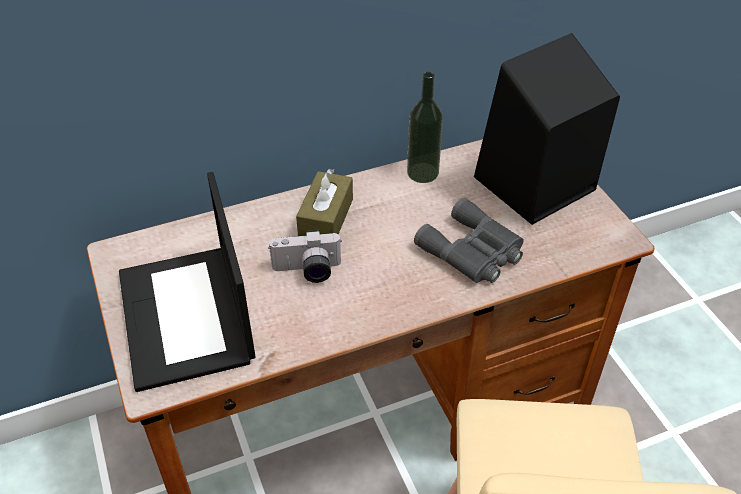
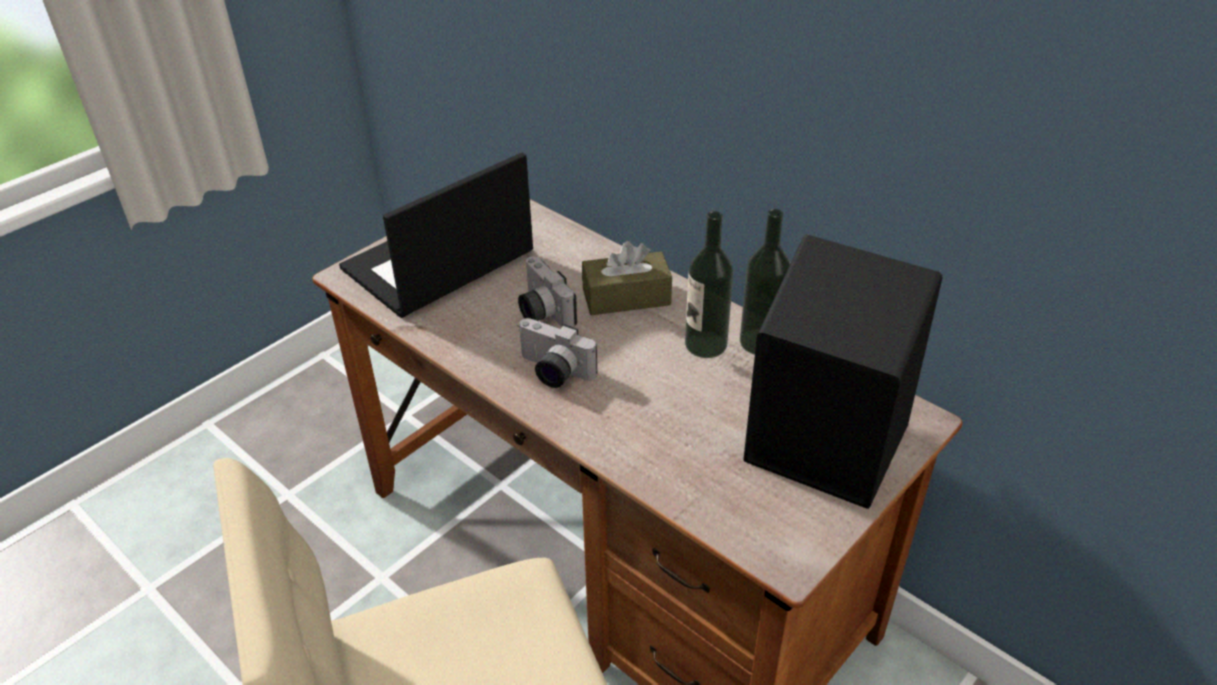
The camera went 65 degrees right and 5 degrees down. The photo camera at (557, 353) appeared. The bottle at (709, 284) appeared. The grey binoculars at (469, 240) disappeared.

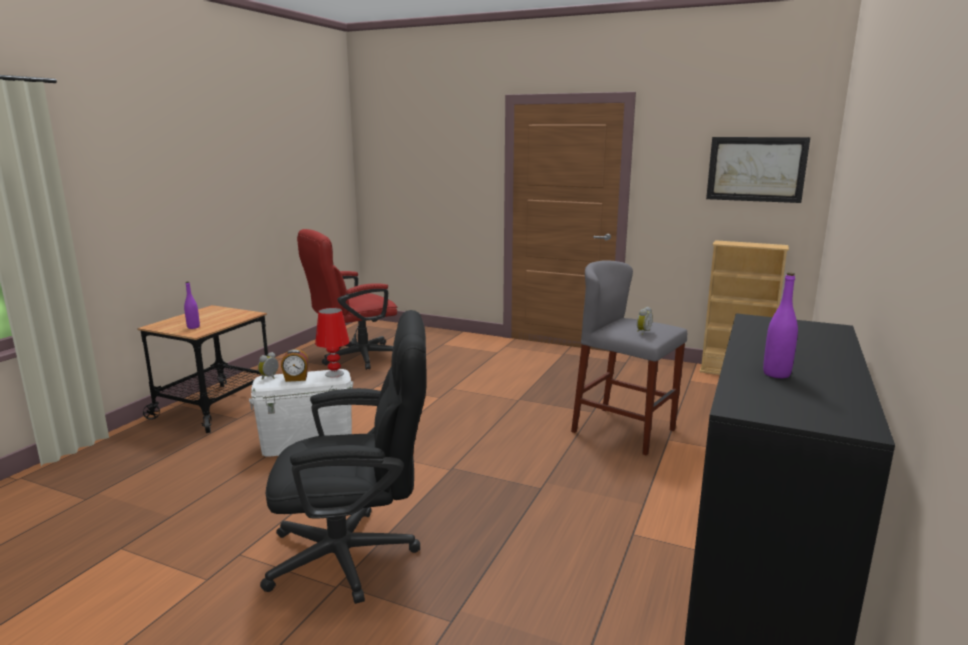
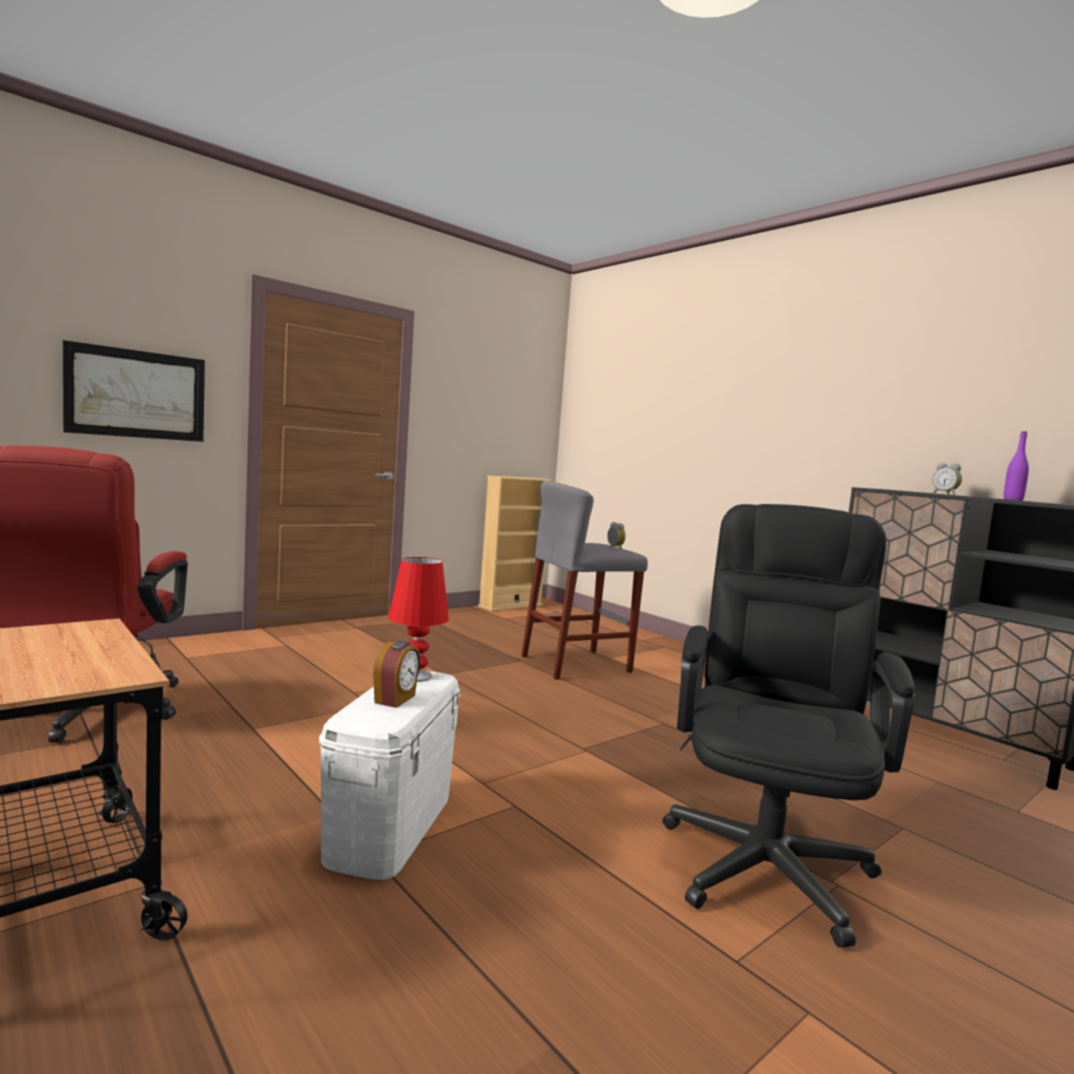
The camera went 65 degrees left and 10 degrees down. The picture moved from (758, 170) to (134, 391). The alarm clock moved from (268, 366) to (947, 479). The purple bottle at (192, 305) disappeared.

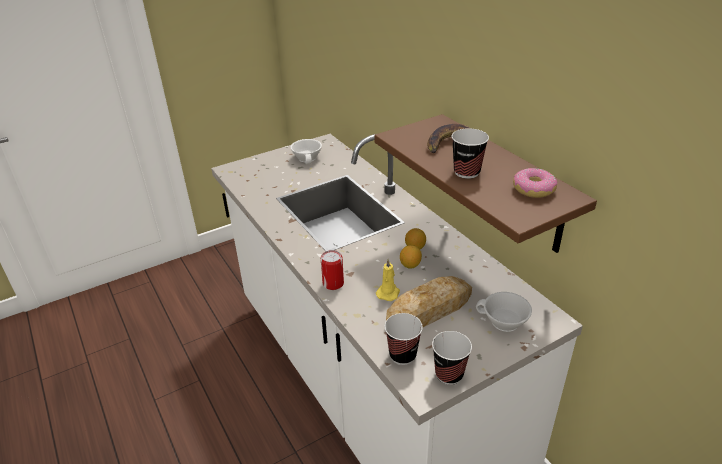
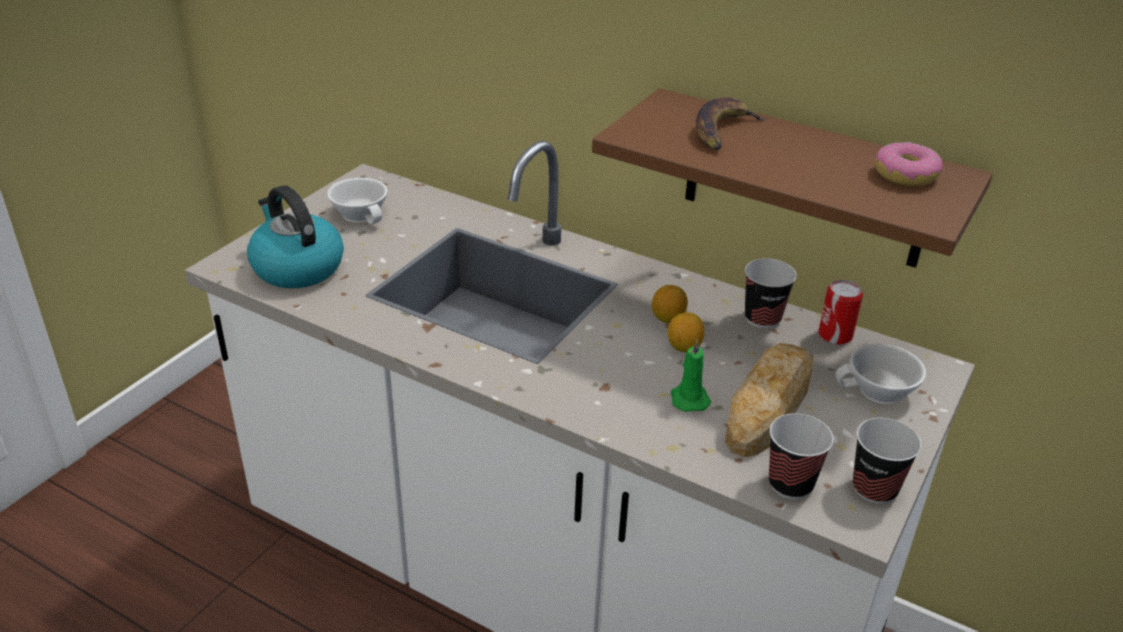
The camera went 30 degrees left and 0 degrees up. The kettle at (295, 236) appeared. The yellow candle at (388, 279) became the green candle at (691, 375). The cup moved from (470, 153) to (771, 293). The can moved from (332, 270) to (840, 312).

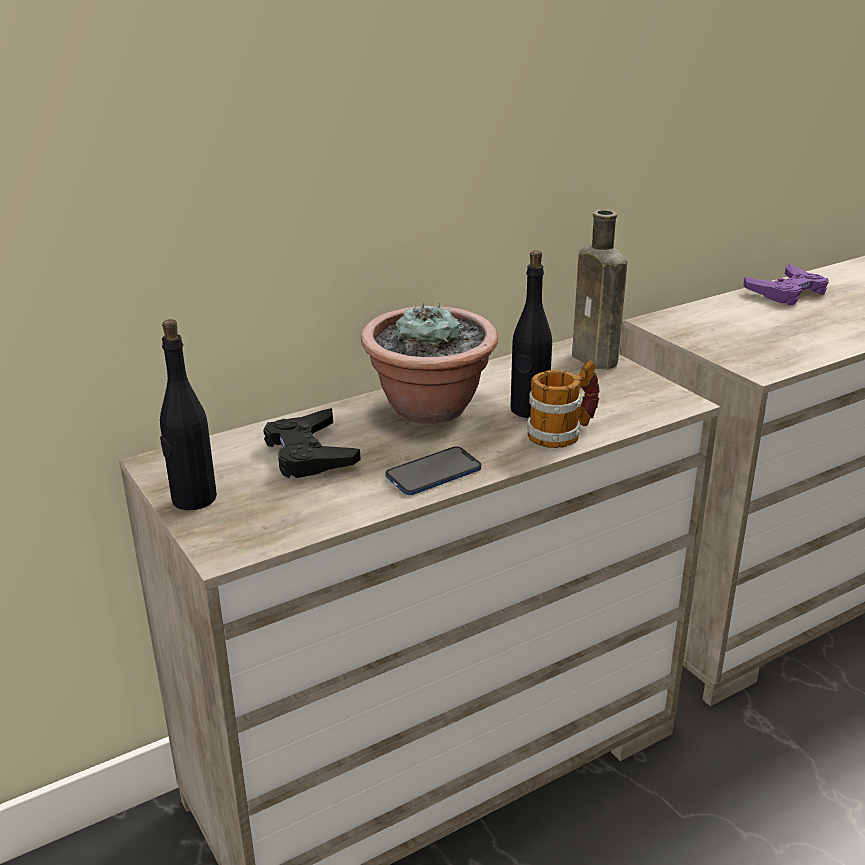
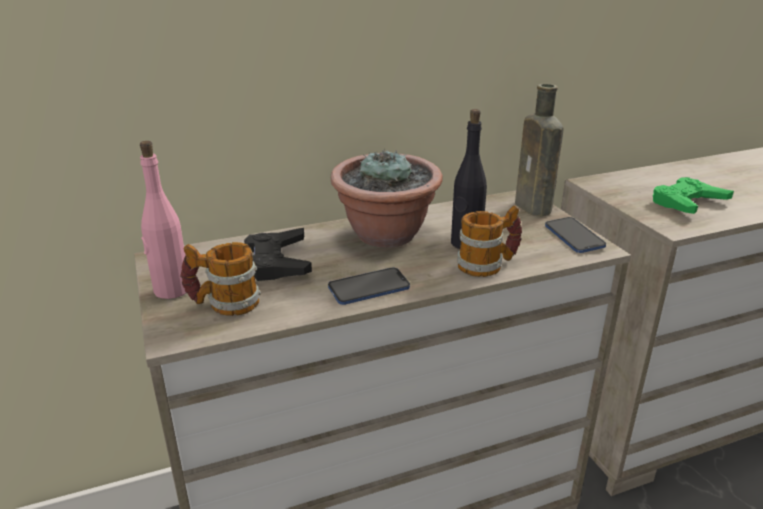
The camera went 10 degrees right and 0 degrees up. The black bottle at (188, 414) became the pink bottle at (163, 220). The mug at (220, 279) appeared. The phone at (575, 235) appeared. The green game controller at (693, 195) appeared. The purple game controller at (786, 284) disappeared.

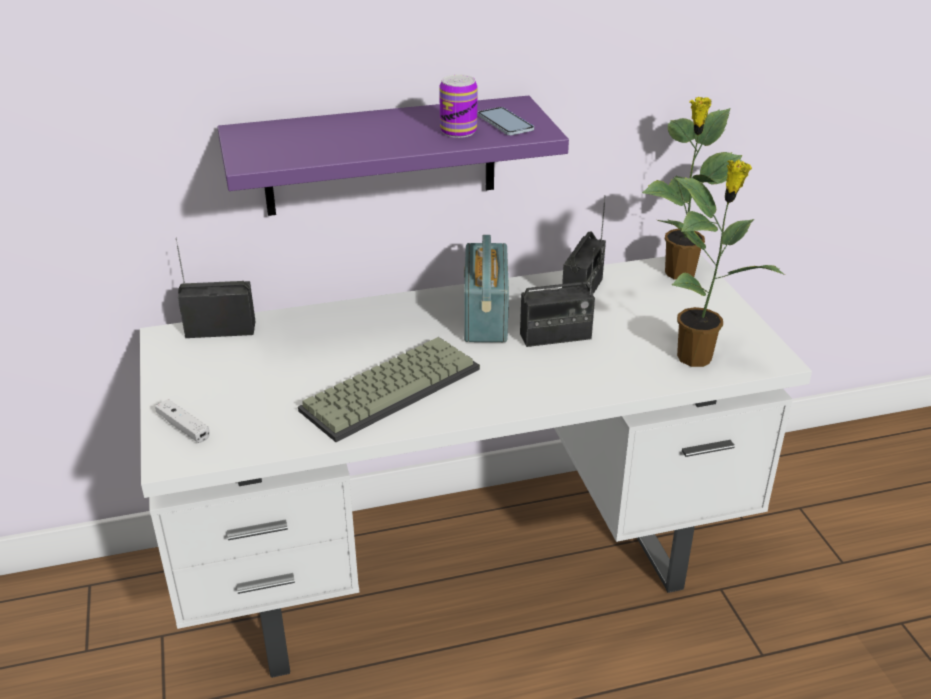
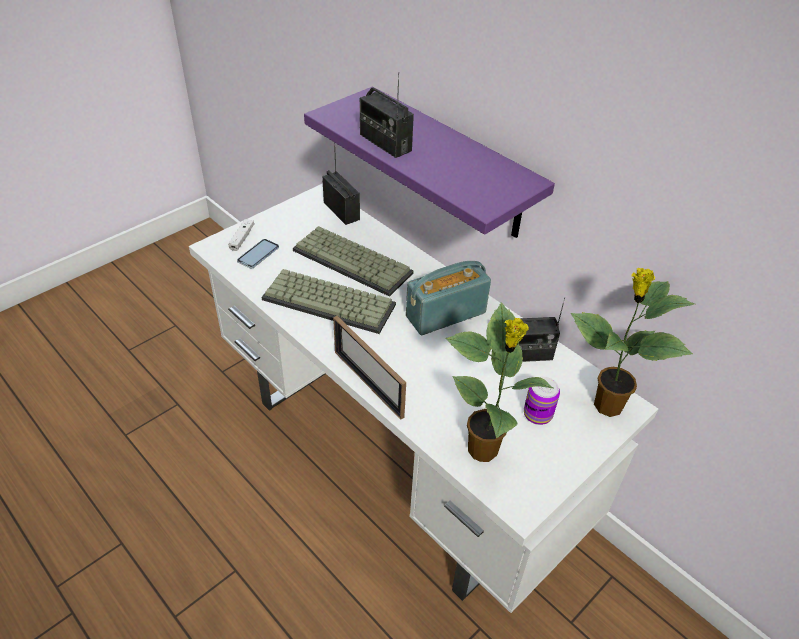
The camera went 60 degrees right and 10 degrees up. The phone moved from (505, 121) to (258, 254). The keyboard at (353, 261) appeared. The picture frame at (369, 367) appeared. The radio moved from (557, 297) to (387, 115). The can moved from (458, 106) to (542, 401).

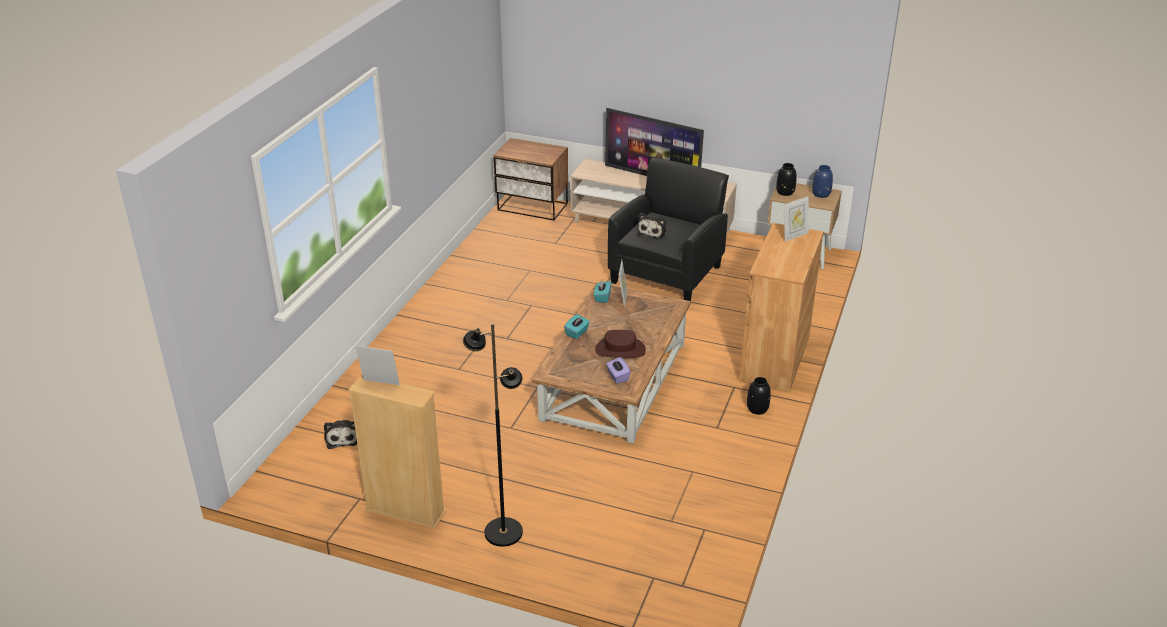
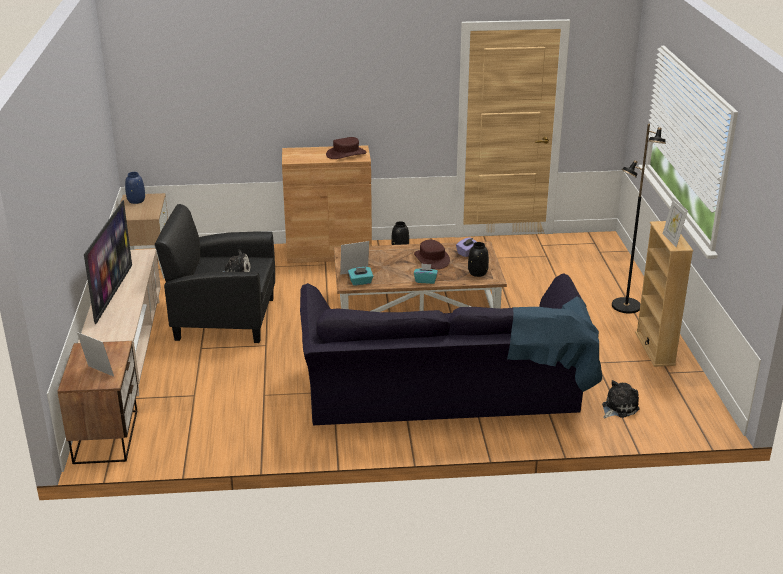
The camera went 115 degrees left and 5 degrees down. The picture frame moved from (796, 218) to (95, 354). The black sofa at (451, 349) appeared. The brown hat at (346, 148) appeared. The black vase moved from (786, 179) to (478, 259).

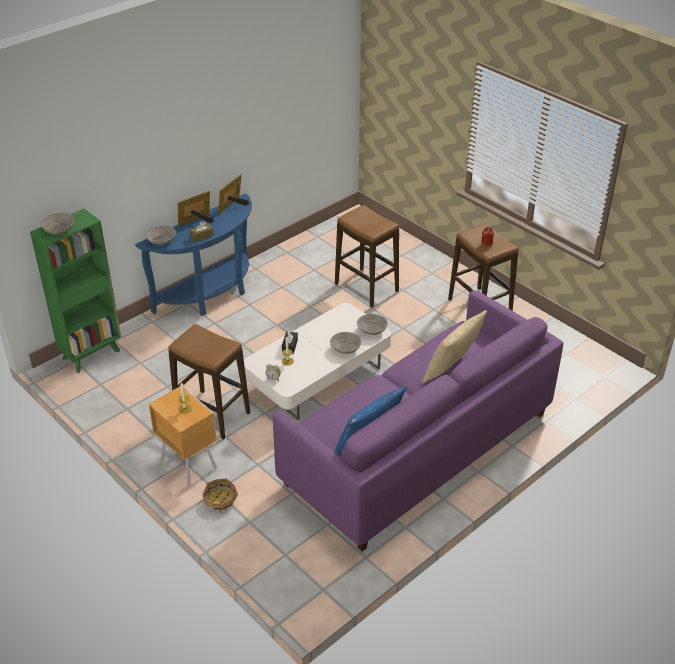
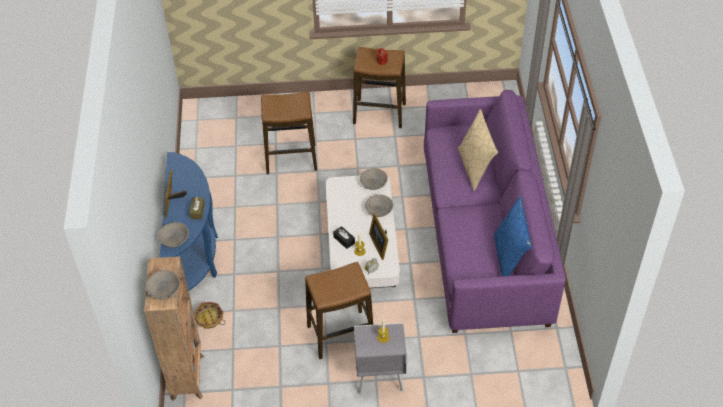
The camera went 50 degrees left and 10 degrees up. The green bookcase at (75, 291) became the brown bookcase at (174, 328). The basket moved from (220, 496) to (210, 315). The brown nightstand at (183, 436) became the grey nightstand at (380, 358). The picture frame moved from (233, 194) to (379, 236).

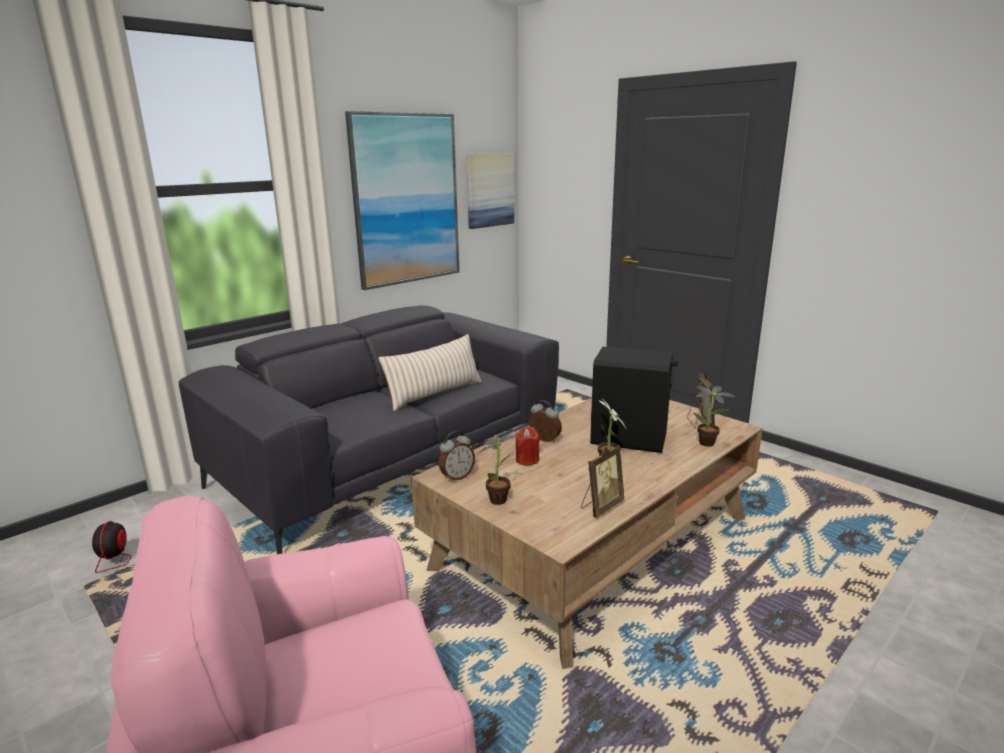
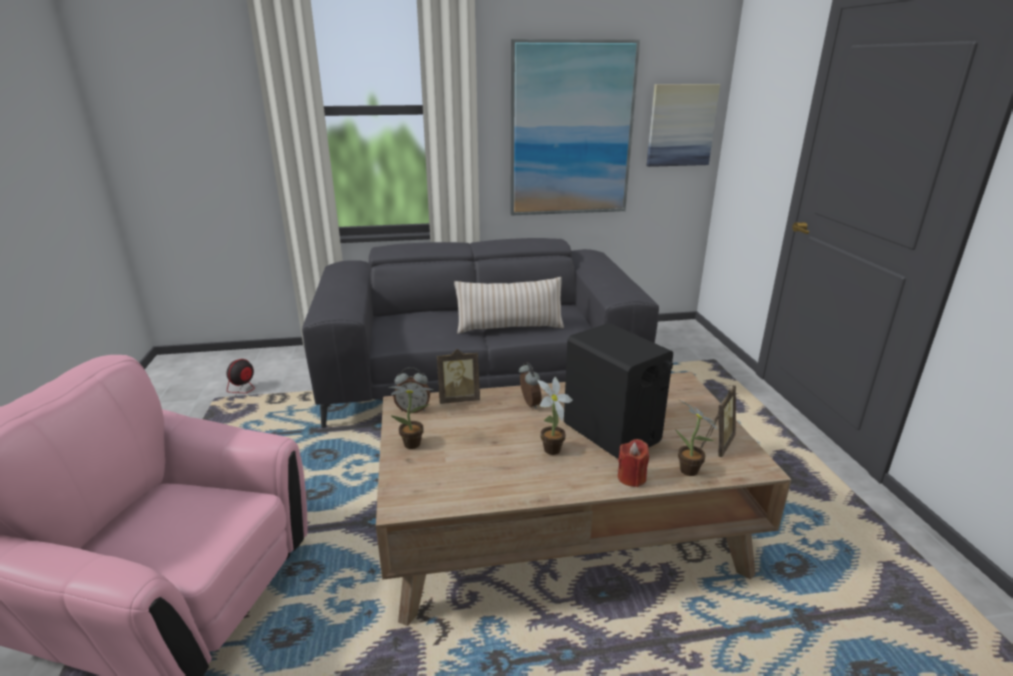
The camera went 35 degrees right and 5 degrees up. The picture frame moved from (602, 481) to (458, 376). The red candle moved from (527, 446) to (633, 463).

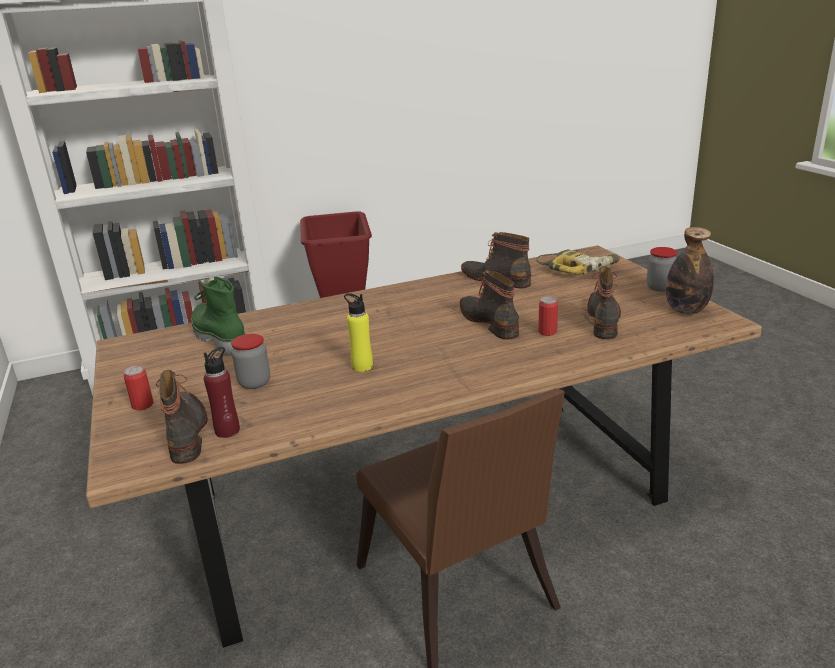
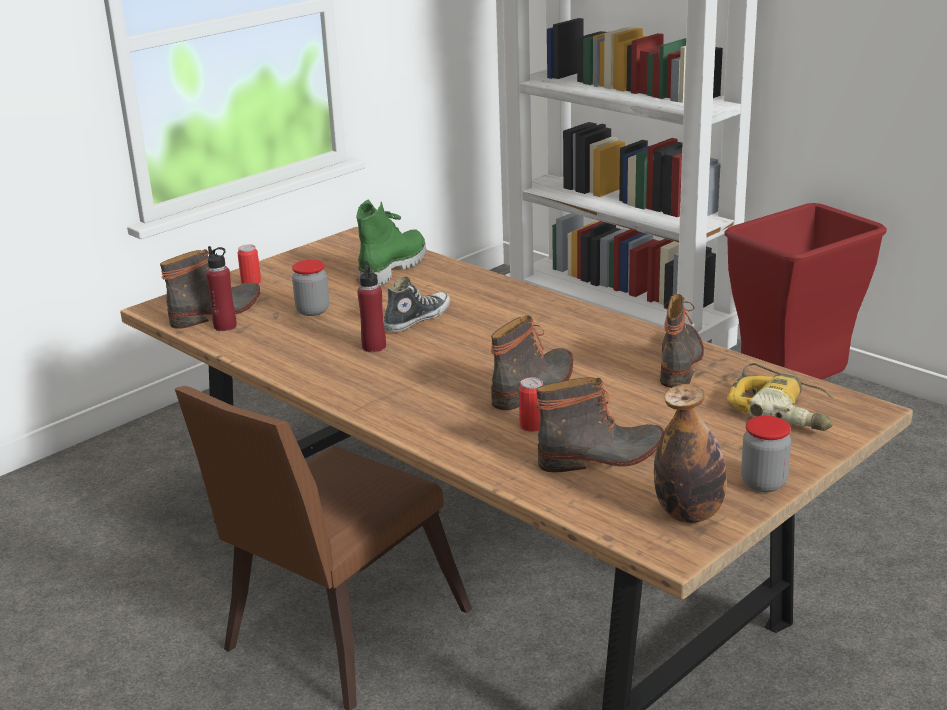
The camera went 65 degrees right and 0 degrees up. The yellow bottle at (358, 332) became the red bottle at (371, 306). The shoe at (417, 304) appeared.

